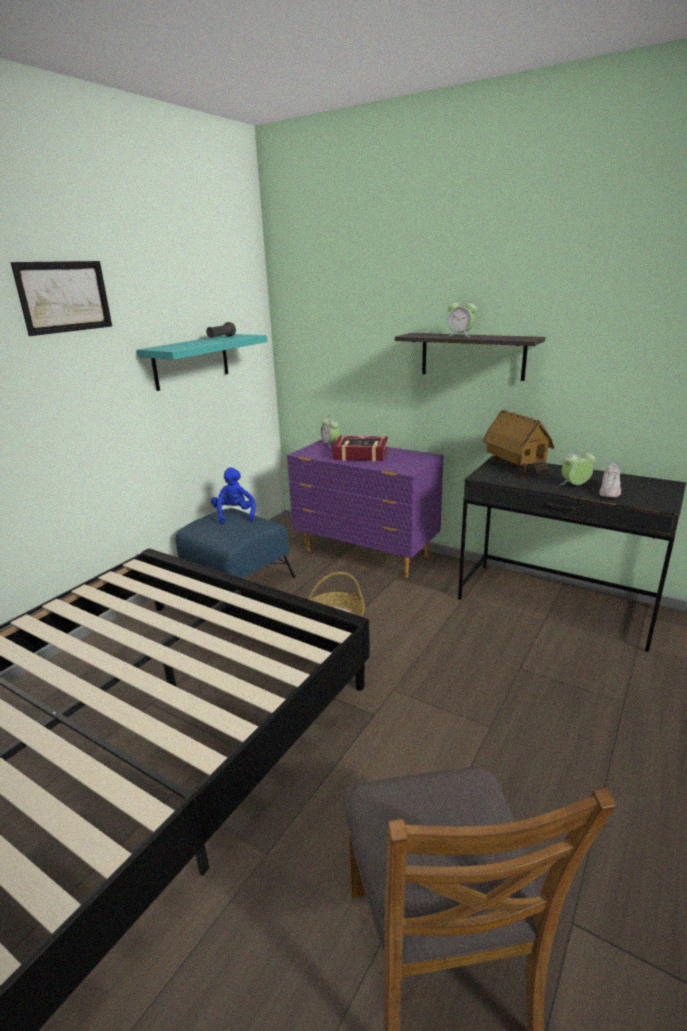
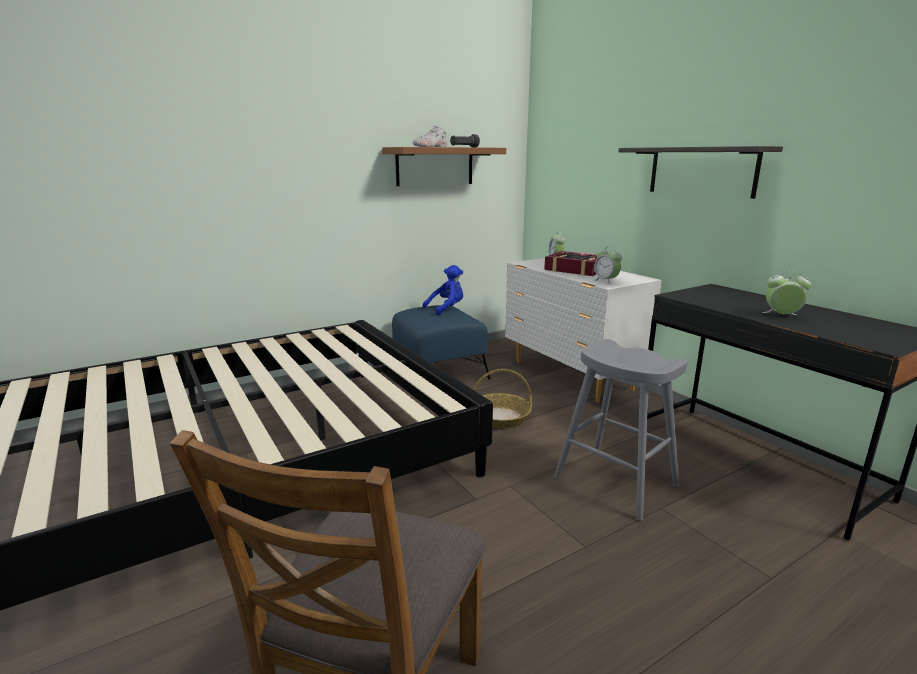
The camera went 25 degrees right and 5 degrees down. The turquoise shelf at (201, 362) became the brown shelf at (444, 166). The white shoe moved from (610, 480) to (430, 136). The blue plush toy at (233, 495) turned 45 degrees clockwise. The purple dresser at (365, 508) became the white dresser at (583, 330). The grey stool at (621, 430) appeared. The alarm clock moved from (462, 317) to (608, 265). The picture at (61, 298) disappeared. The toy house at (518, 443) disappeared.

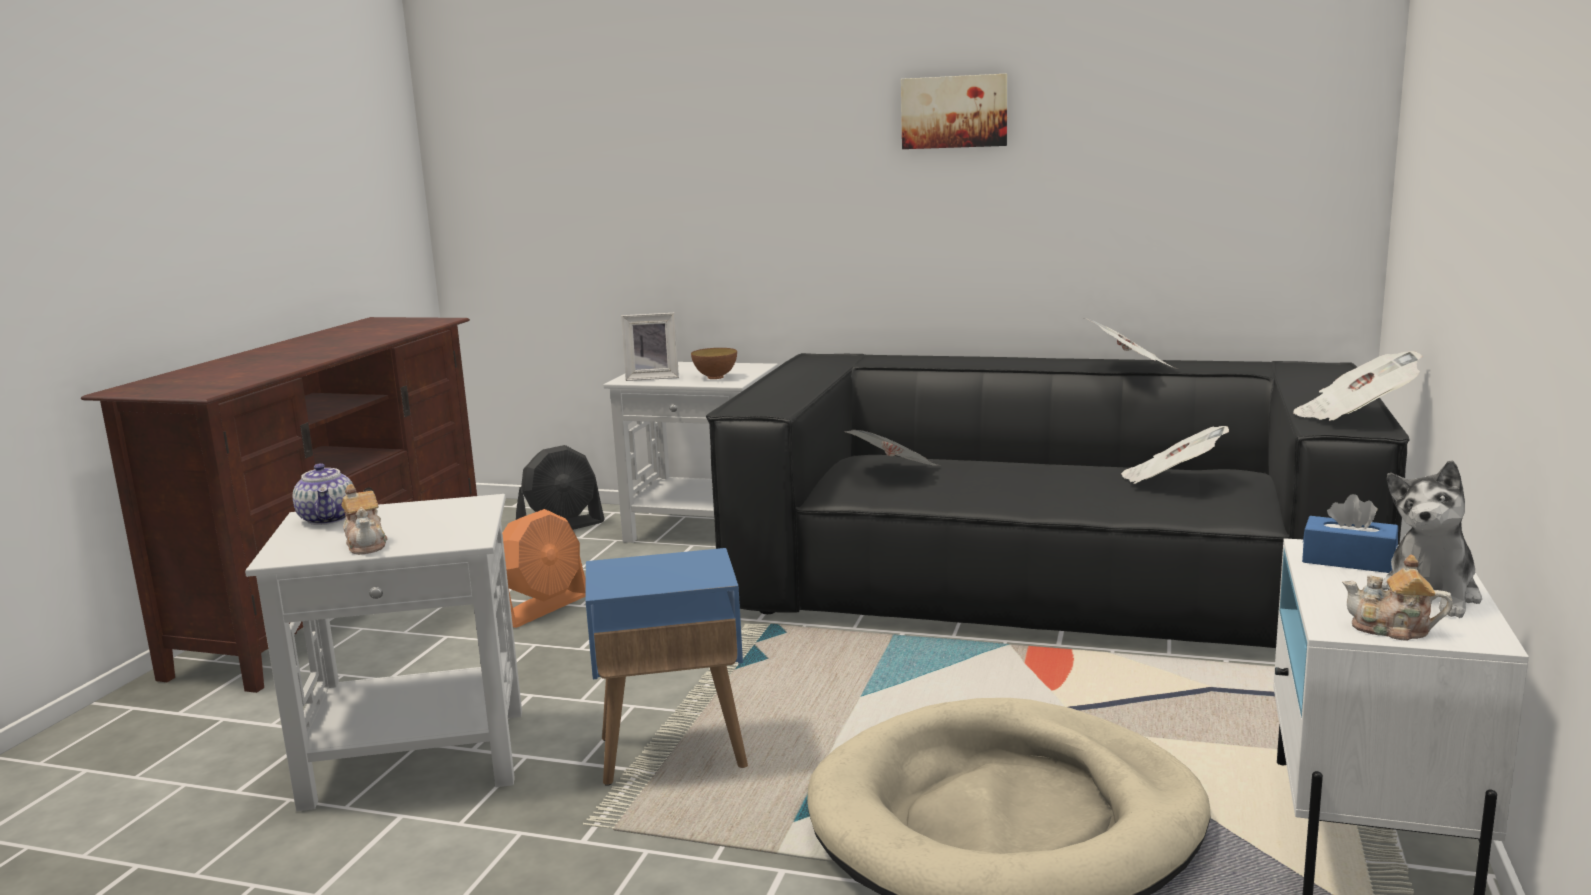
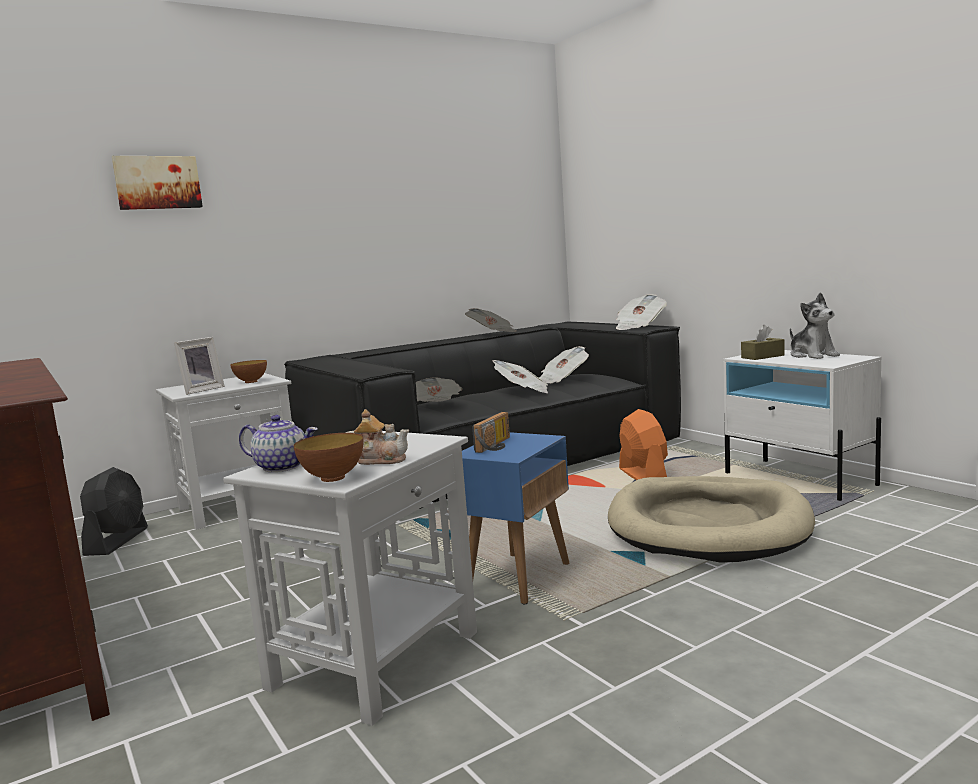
The camera went 50 degrees left and 5 degrees down. The picture moved from (954, 111) to (157, 183). The bowl at (328, 457) appeared. The radio at (491, 432) appeared. The newspaper at (520, 376) appeared. The orange fan moved from (544, 568) to (643, 444). The blue tissue box at (1350, 533) became the brown tissue box at (762, 342). The teapot at (1397, 598) disappeared.

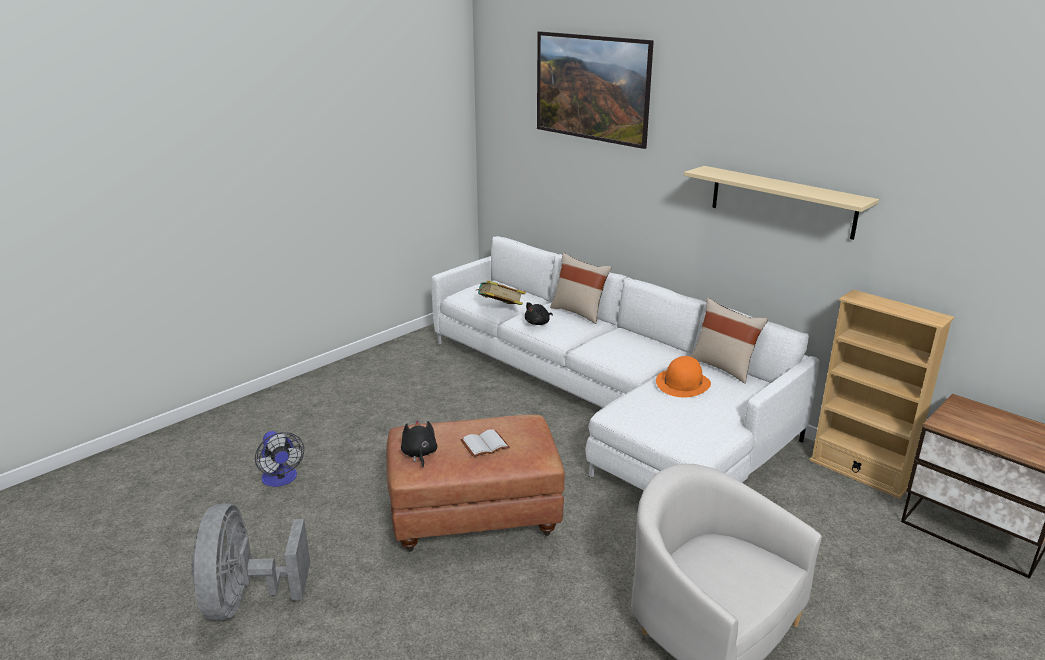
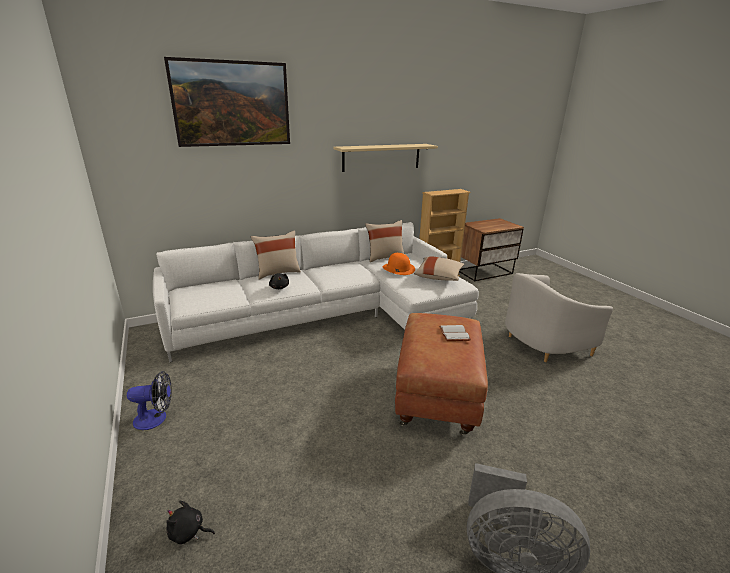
The camera went 70 degrees left and 0 degrees up. The fan moved from (279, 459) to (149, 400). The black plush toy moved from (419, 444) to (191, 522). The beige pillow at (439, 269) appeared. The book at (500, 293) disappeared.

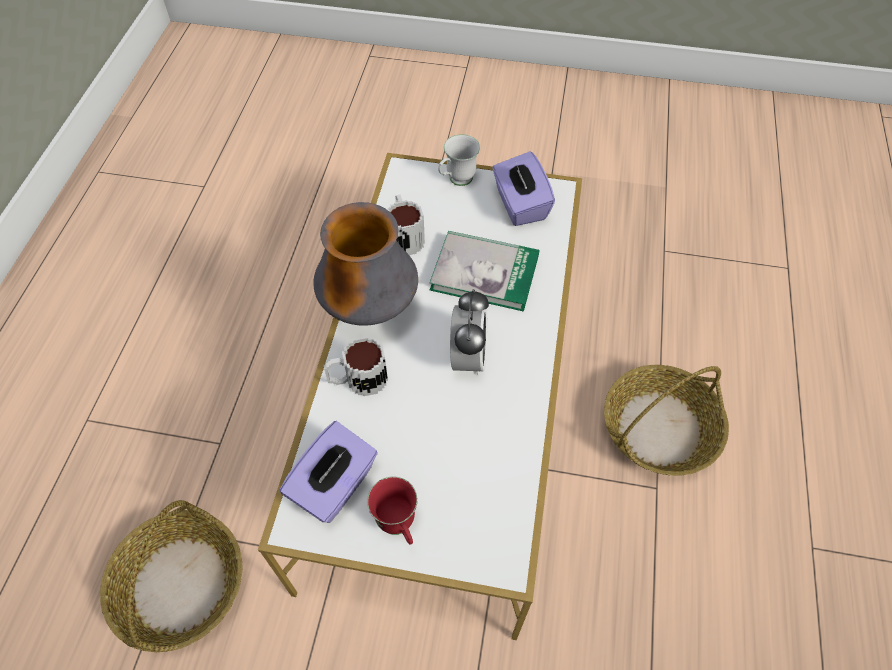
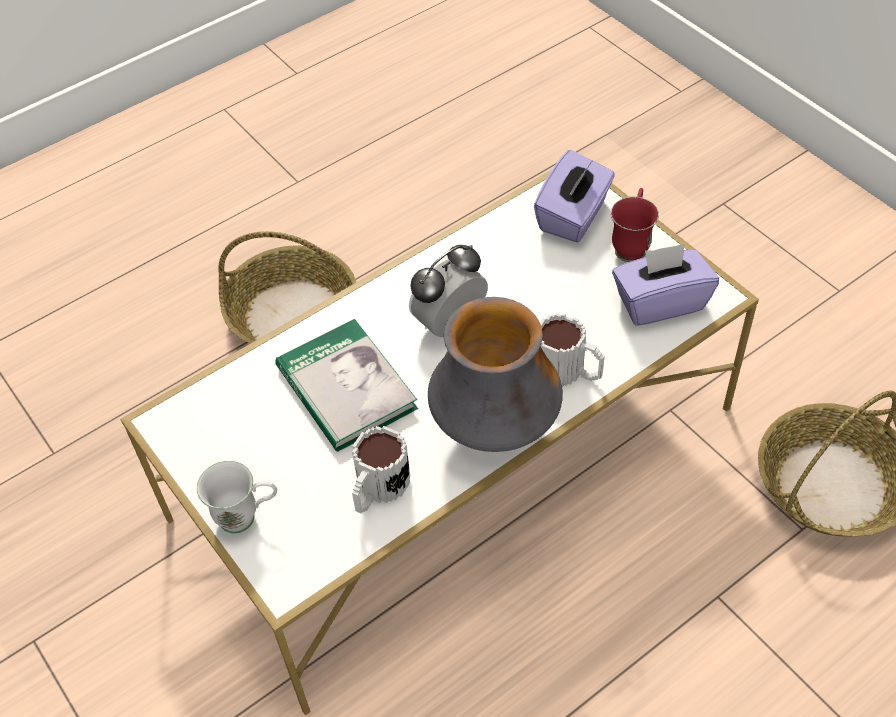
The camera went 135 degrees left and 5 degrees down. The purple tissue box moved from (524, 188) to (574, 196).

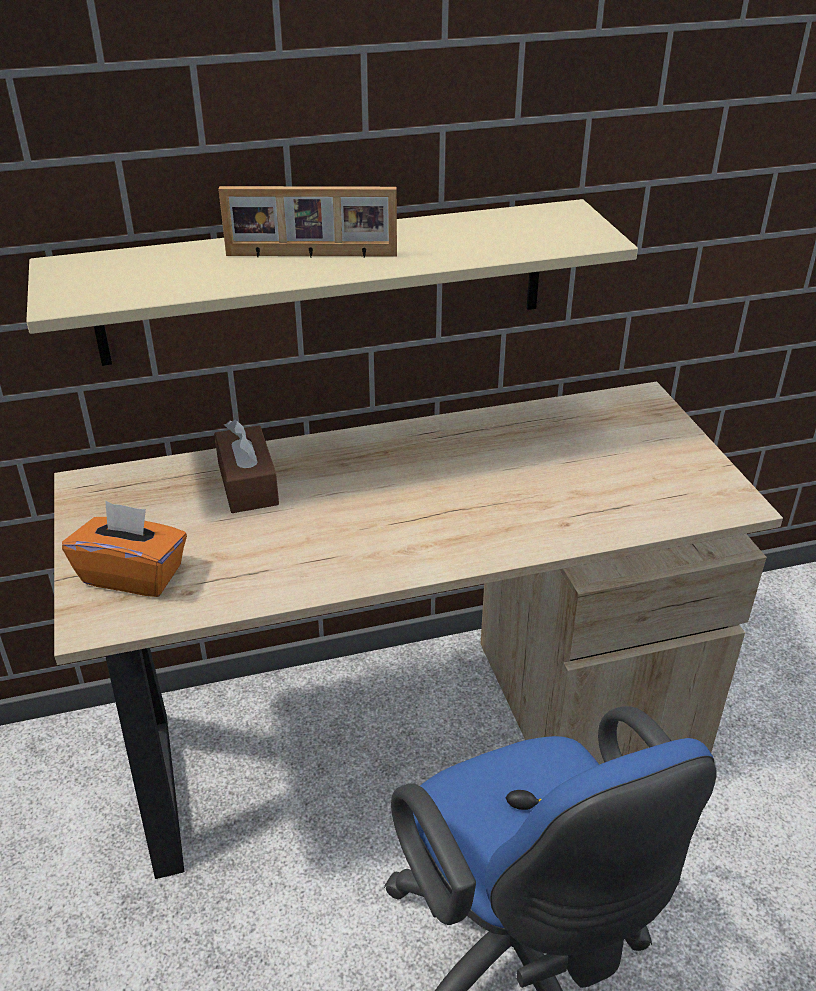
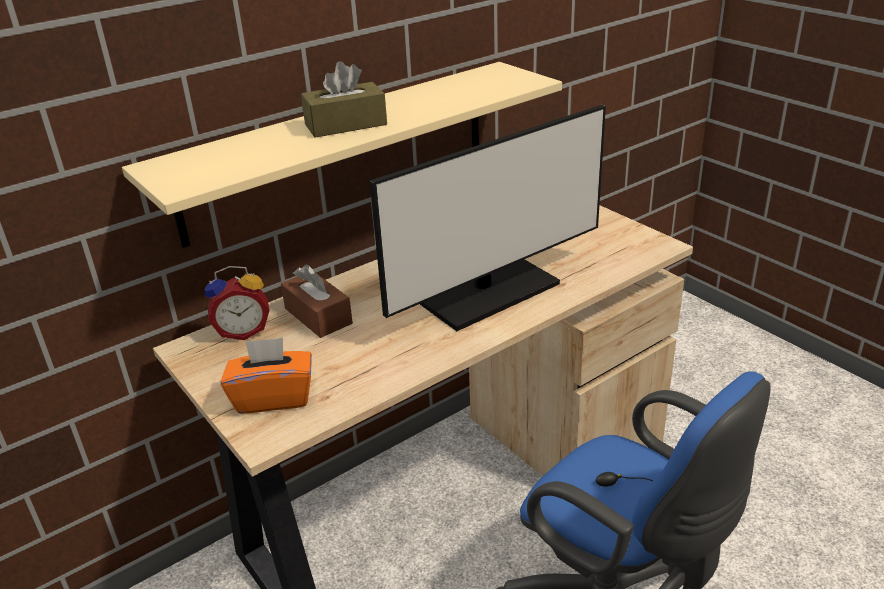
The camera went 20 degrees left and 5 degrees down. The alarm clock at (237, 303) appeared. The picture frame at (307, 222) was replaced by the brown tissue box at (344, 99). The monitor at (488, 218) appeared.

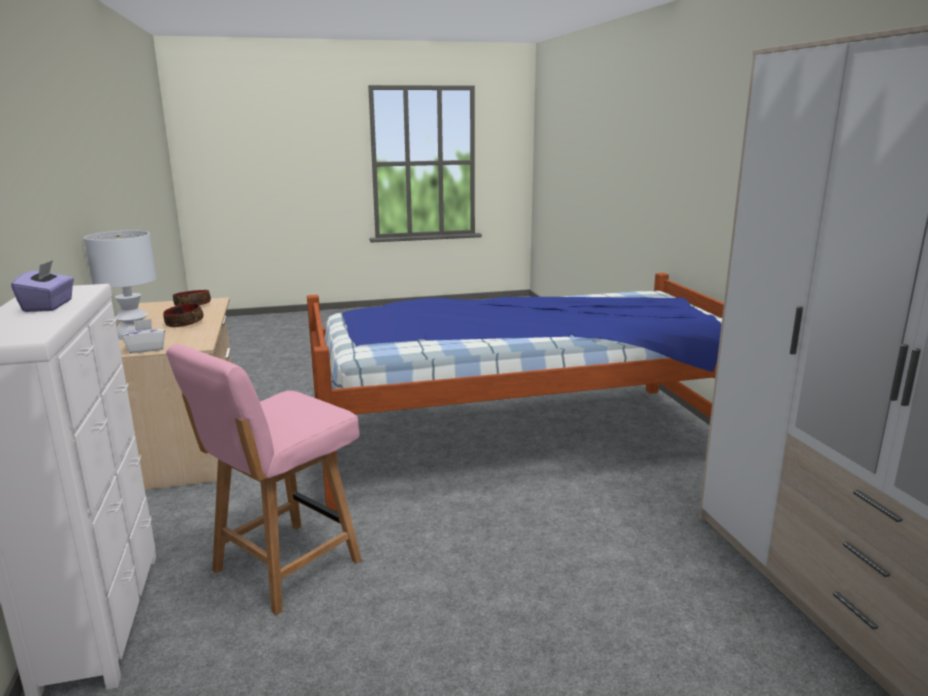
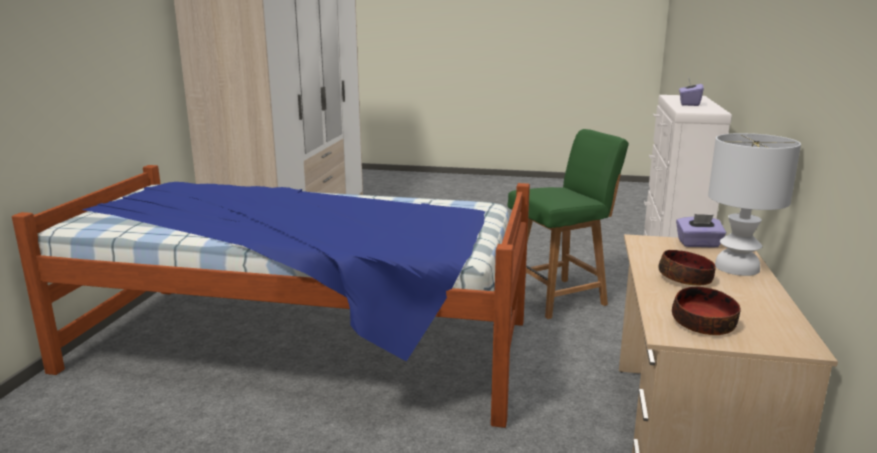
The camera went 155 degrees left and 0 degrees up. The pink chair at (264, 479) became the green chair at (568, 224). The white tissue box at (143, 336) became the purple tissue box at (701, 231).

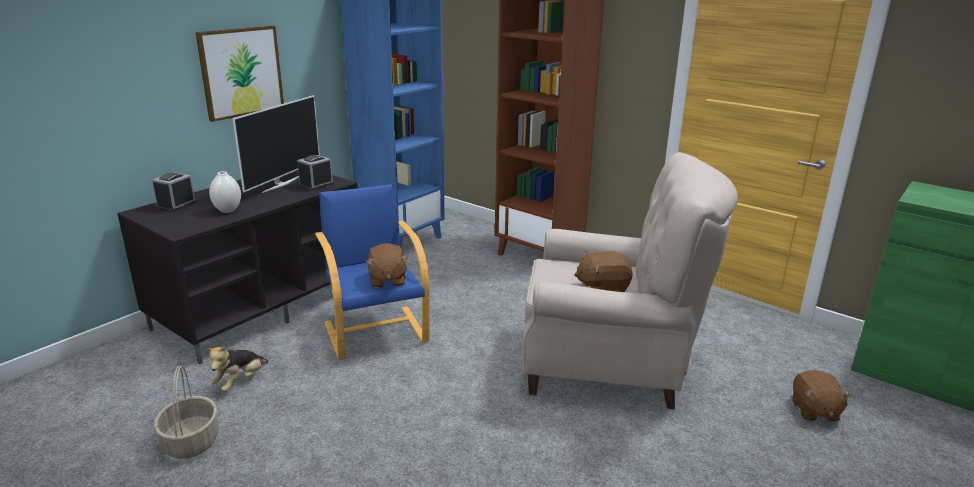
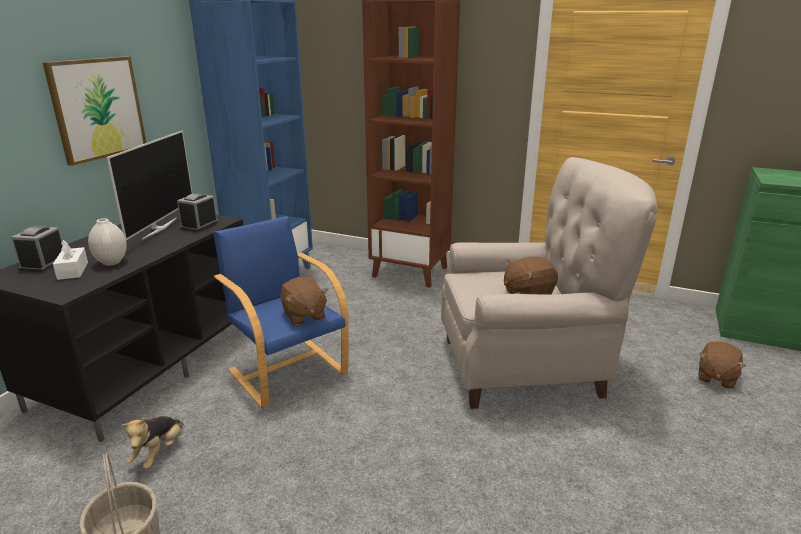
The camera went 15 degrees left and 0 degrees up. The white tissue box at (70, 260) appeared. The brown plush toy at (822, 396) turned 45 degrees clockwise.

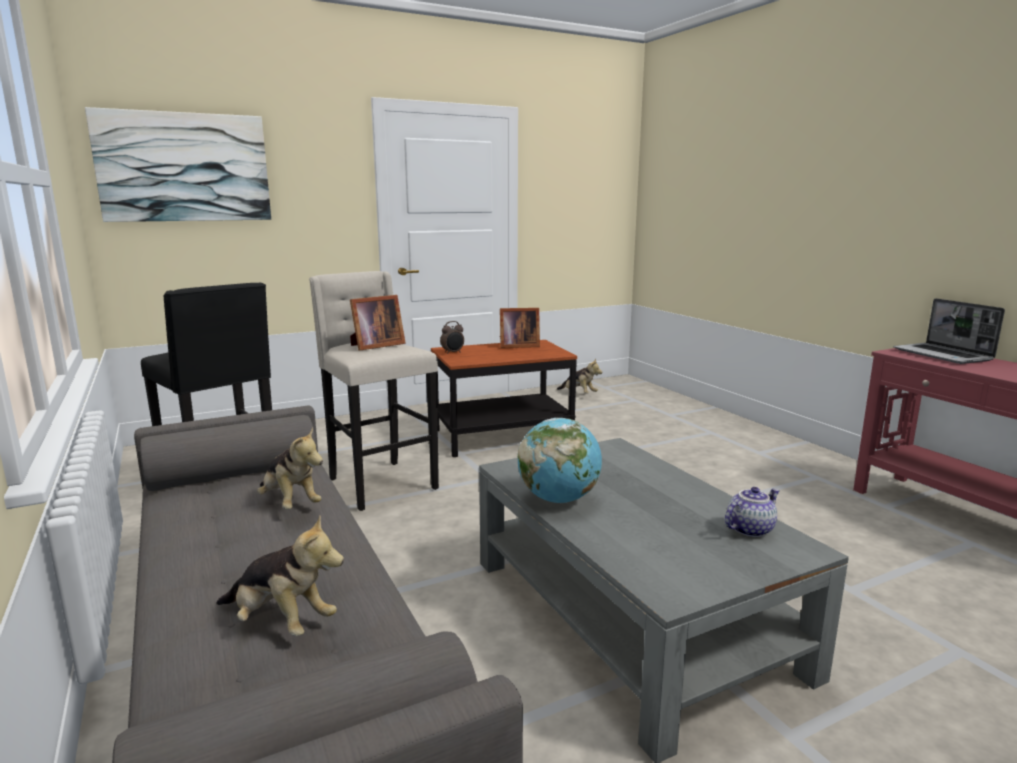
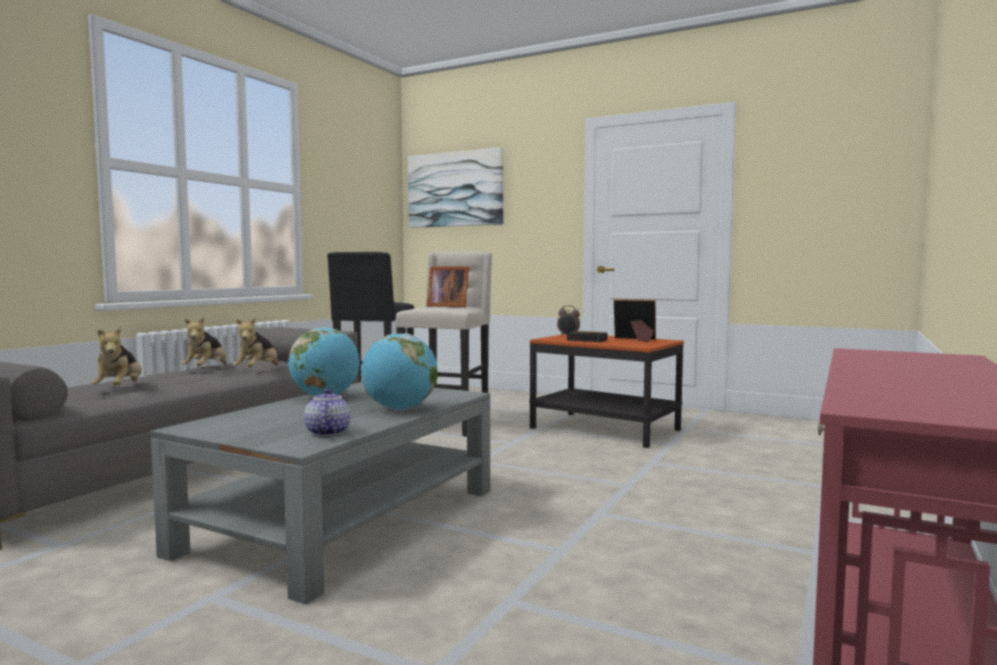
The camera went 55 degrees right and 10 degrees down. The plush toy moved from (579, 376) to (203, 341). The teapot at (752, 512) turned 120 degrees counterclockwise. The globe at (399, 371) appeared. The alarm clock at (587, 336) appeared. The picture frame at (520, 328) turned 150 degrees clockwise. The laptop at (949, 331) disappeared.

